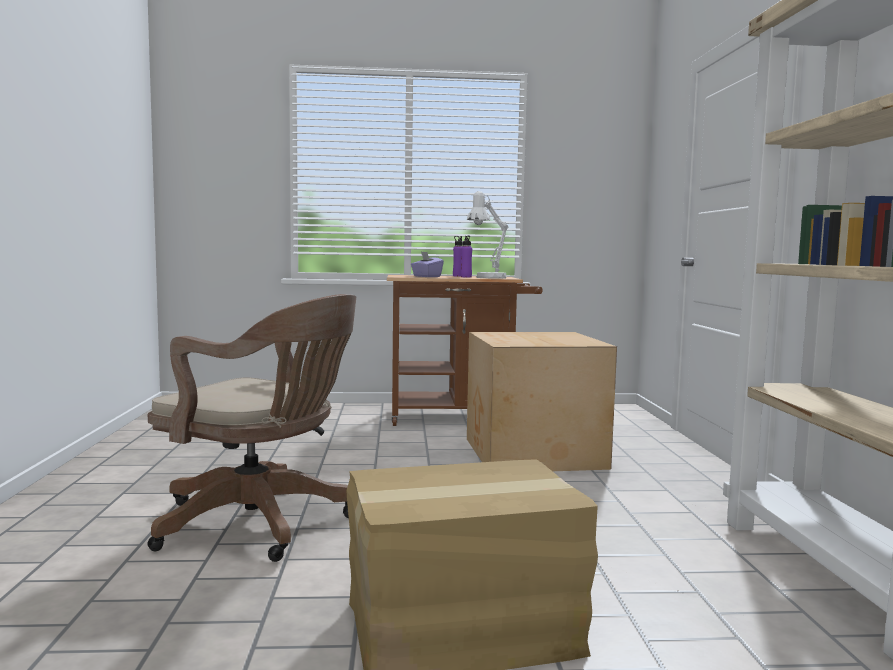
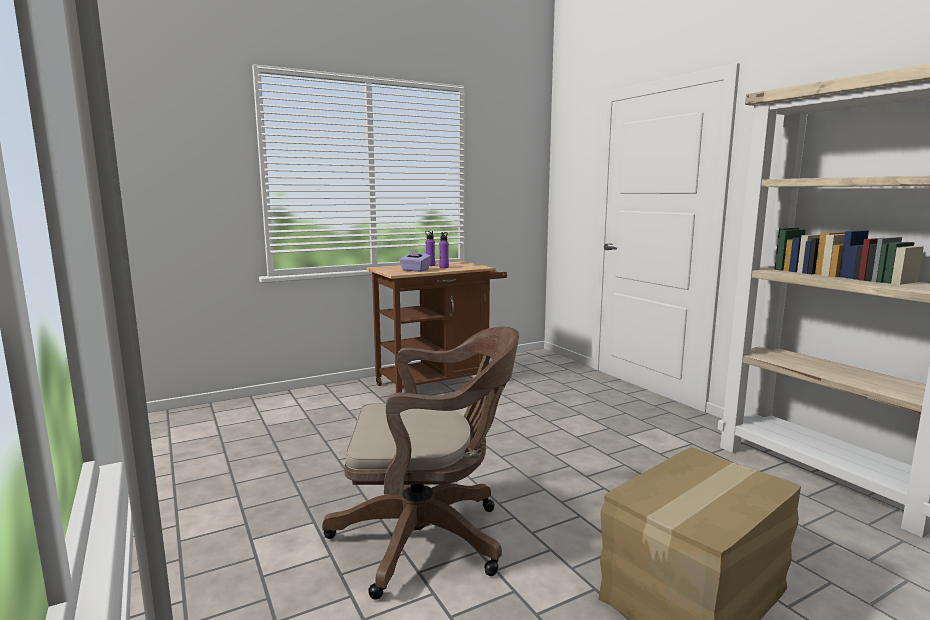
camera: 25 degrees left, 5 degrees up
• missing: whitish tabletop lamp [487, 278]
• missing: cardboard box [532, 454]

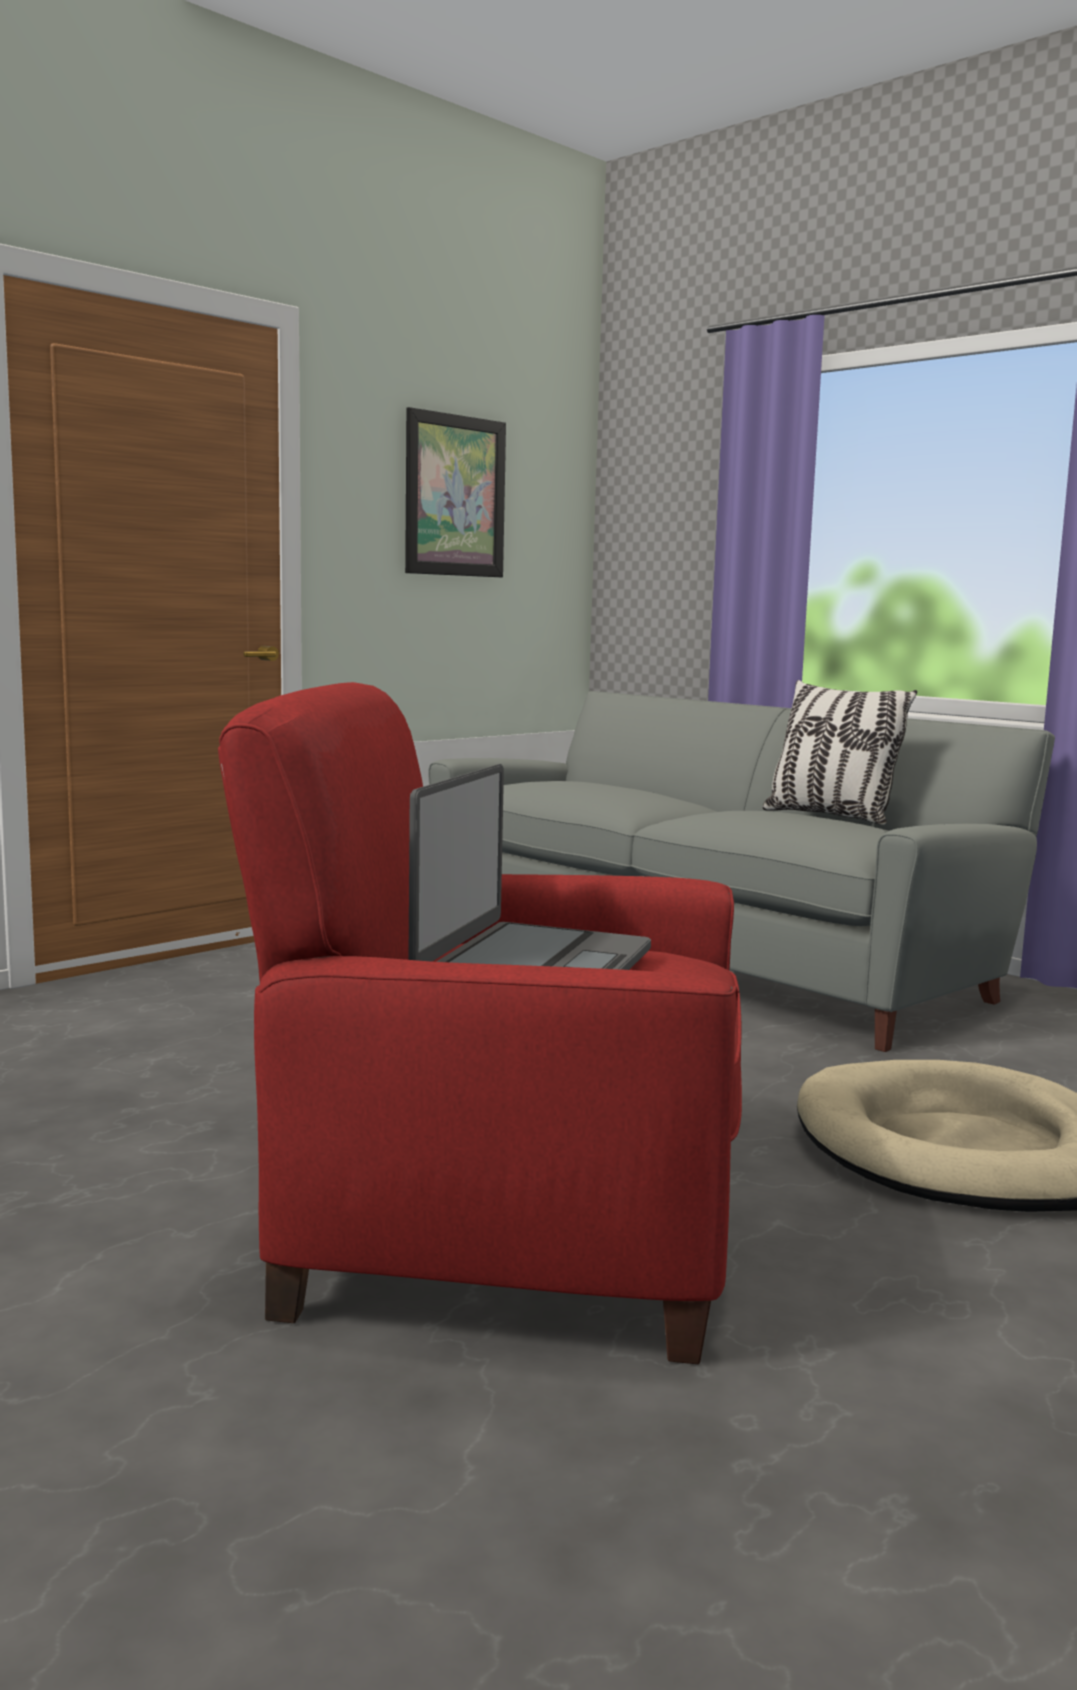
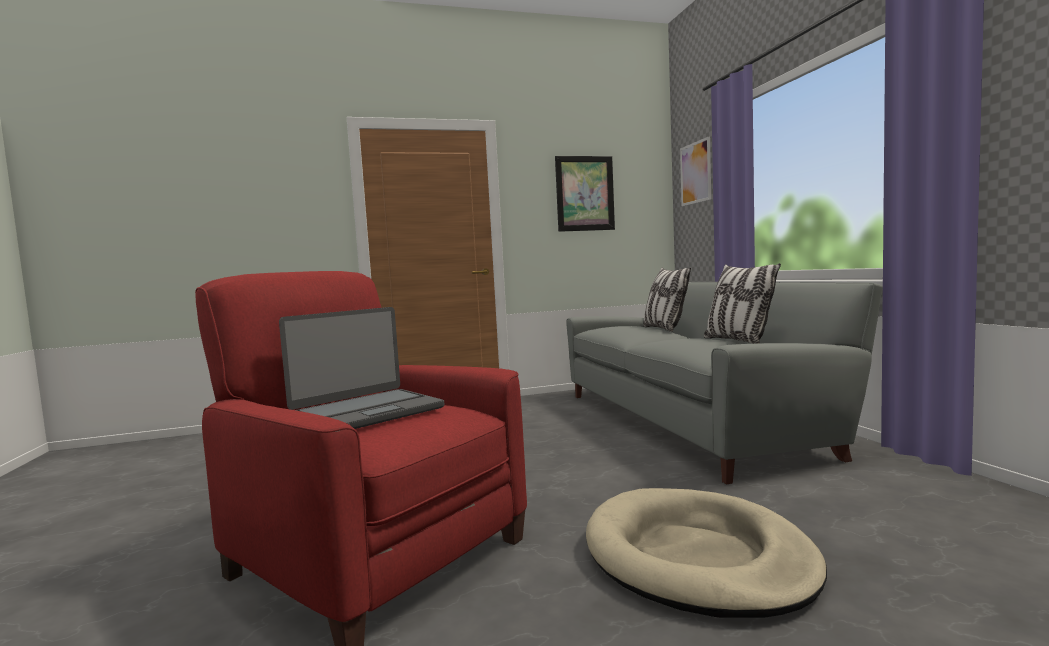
camera: 30 degrees right, 5 degrees down
• appeared: pillow [664, 329]
• appeared: wall picture [695, 173]

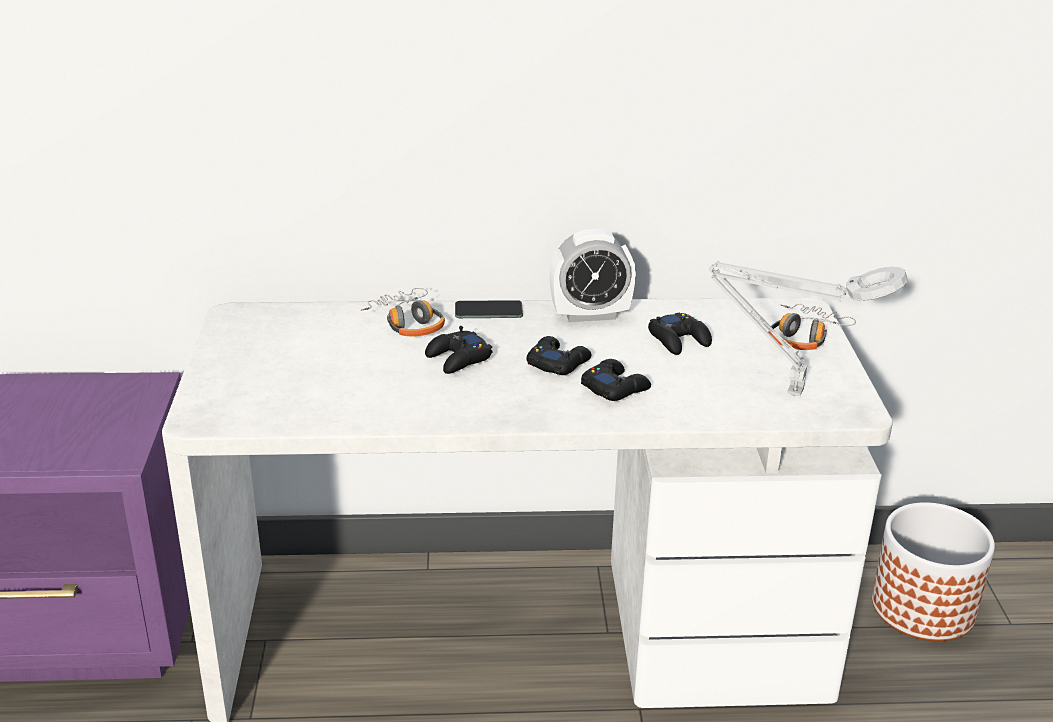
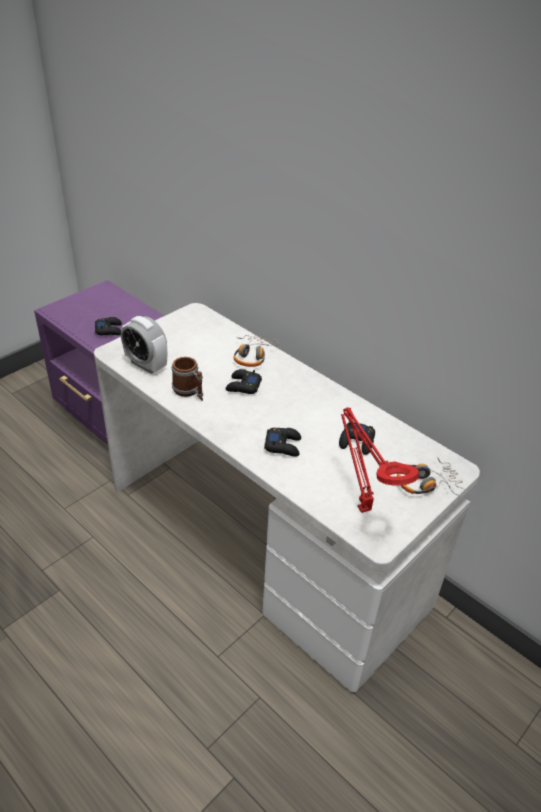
camera: 45 degrees right, 10 degrees up
• missing: telephone [488, 311]
• missing: flower pot [923, 607]
• appeared: mug [189, 392]
• relocated: black-coloured joypad [558, 363] to [109, 330]
• relocated: table clock [590, 315] to [146, 365]
• colour: grey tabletop lamp [788, 391] to red tabletop lamp [362, 506]

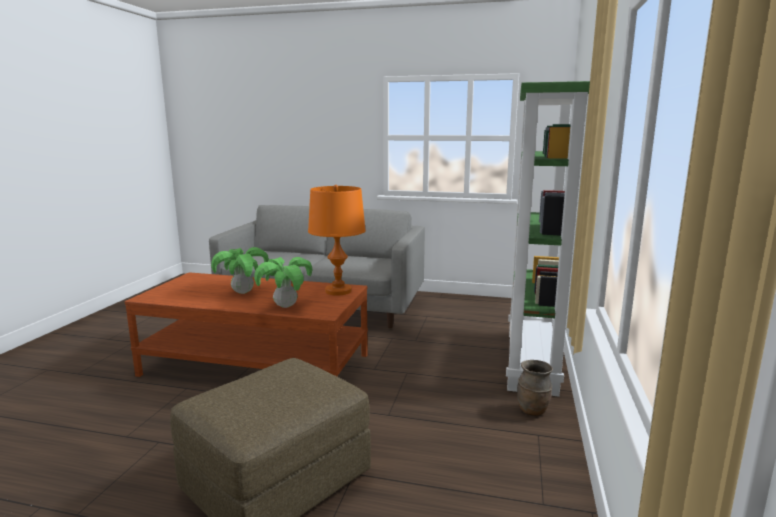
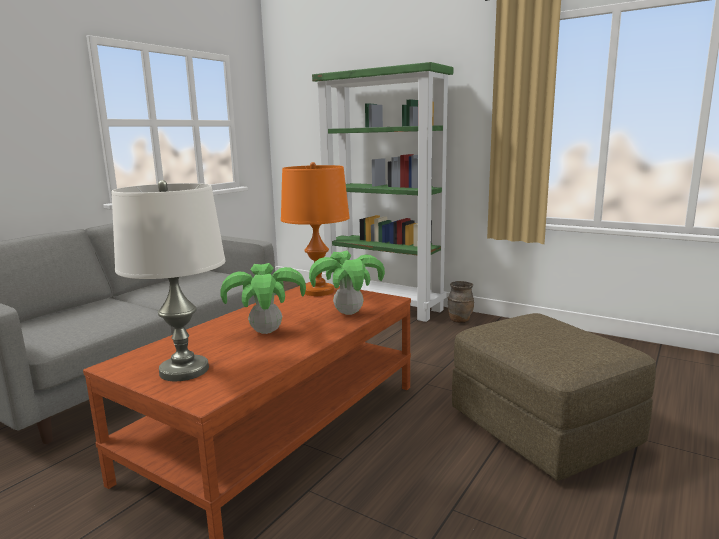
camera: 70 degrees left, 0 degrees up
• appeared: whitish tabletop lamp [184, 370]

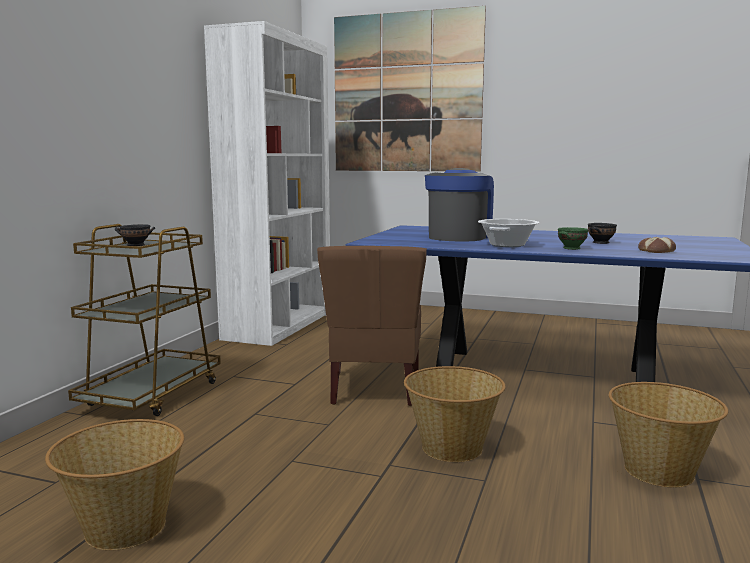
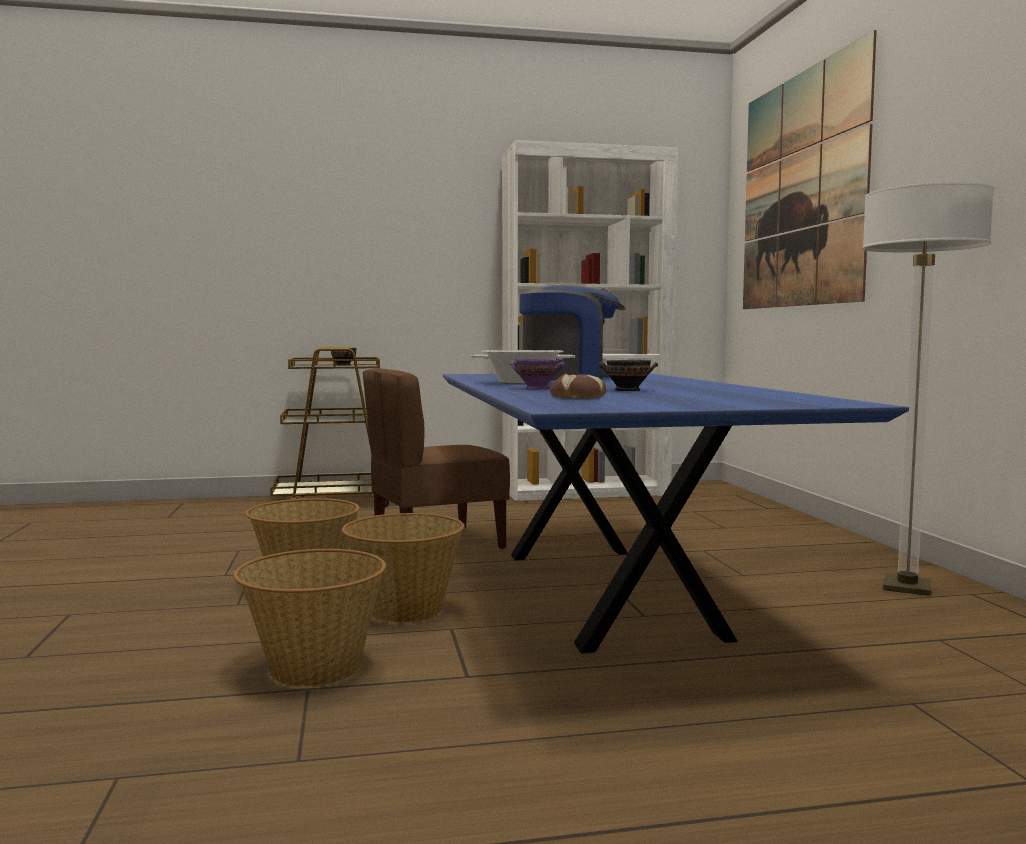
camera: 60 degrees right, 5 degrees down
• appeared: standard lamp [907, 587]
• relocated: household basket [124, 527] to [404, 610]
• colour: green deep dish [572, 248] to purplish deep dish [537, 388]

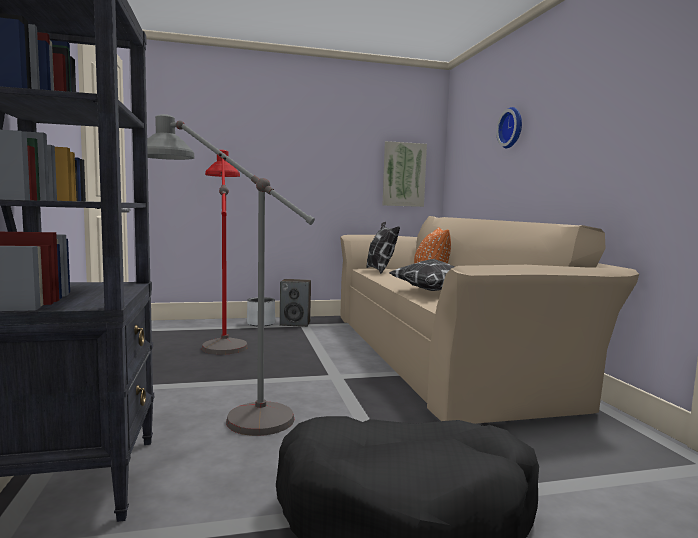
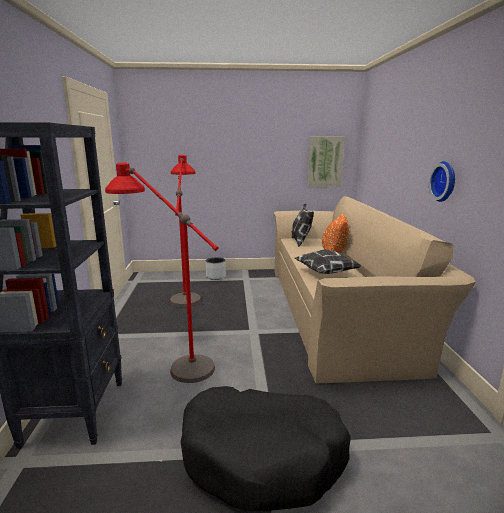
camera: 10 degrees right, 10 degrees up
• missing: speaker [295, 323]
• relocated: hanging clock [512, 128] to [445, 181]
• colour: grey standard lamp [222, 410] to red standard lamp [170, 359]

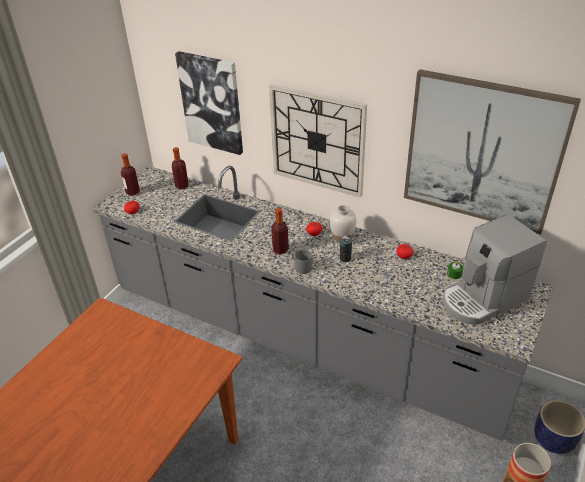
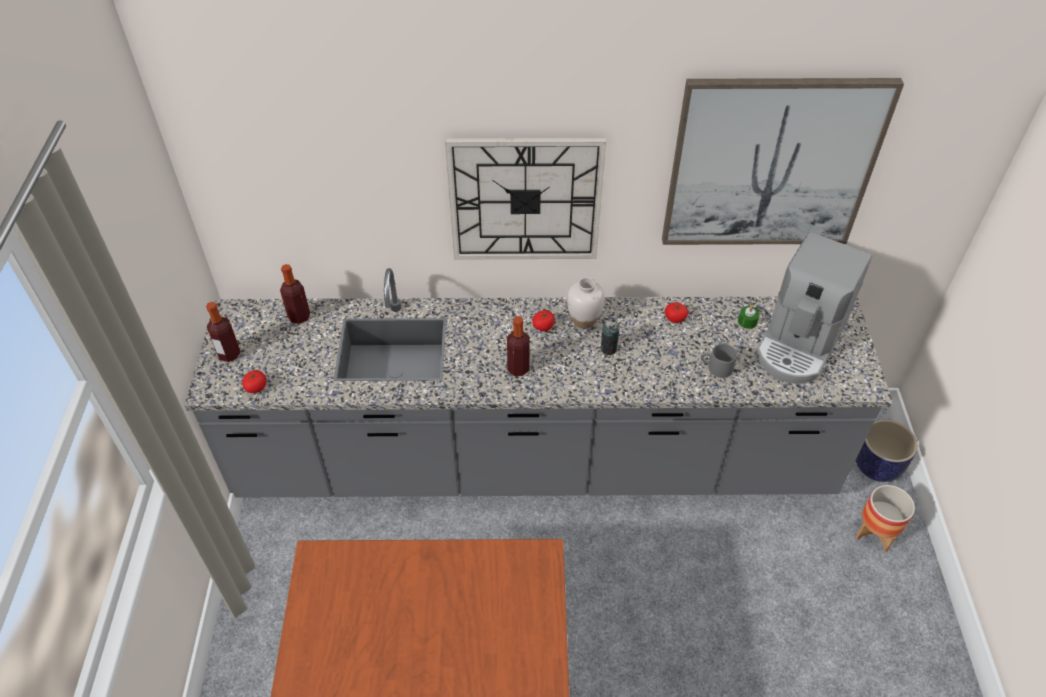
camera: 30 degrees left, 10 degrees up
• missing: wall picture [212, 103]
• relocated: grey mug [300, 267] to [716, 368]

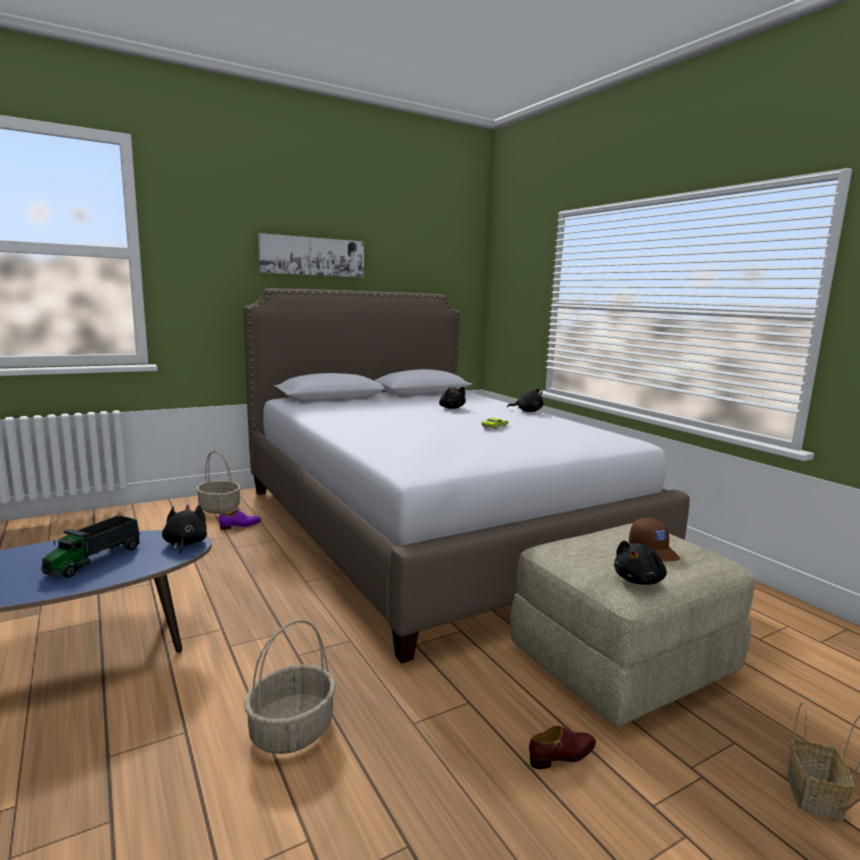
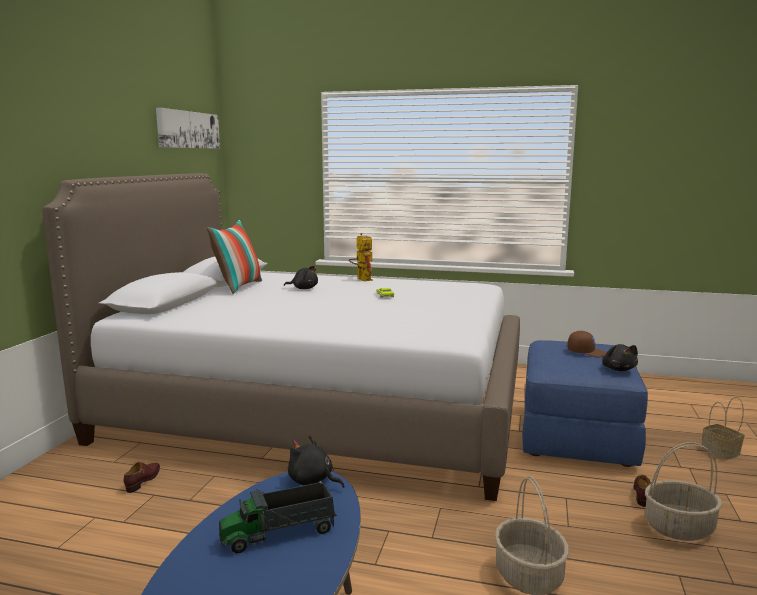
camera: 45 degrees left, 0 degrees up
• appeared: pillow [238, 287]
• relocated: household basket [220, 508] to [679, 527]
• relocated: wall picture [312, 256] to [188, 130]
• exchanged: black-coloured cuddly toy [527, 411] to robot figure [361, 279]
• colour: purplish shoe [240, 525] to brownish shoe [144, 480]
• colour: sand-coloured ottoman [622, 659] to blue-coloured ottoman [575, 435]
• spun: model truck [94, 560] = [279, 534] 90 degrees clockwise

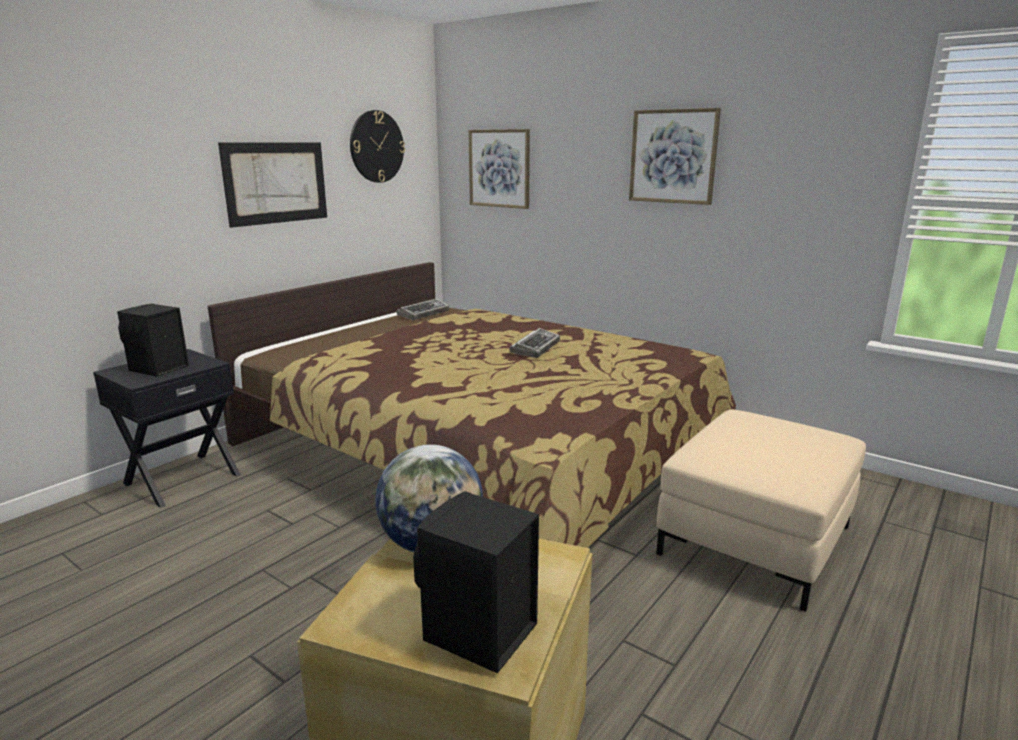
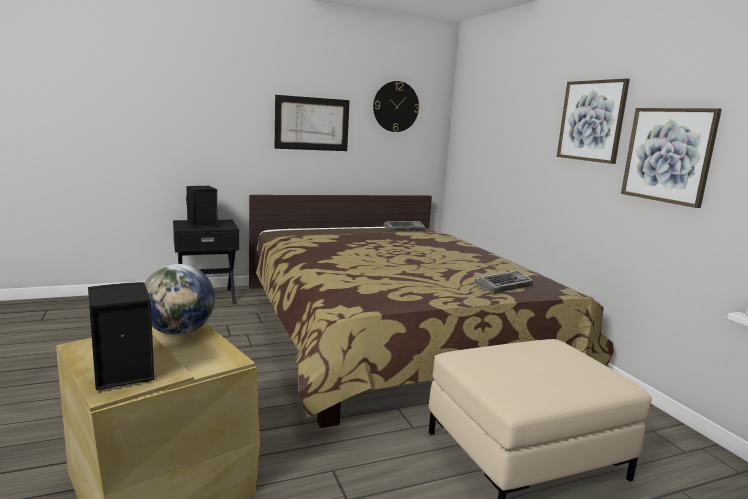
camera: 30 degrees right, 5 degrees down
• relocated: wall picture [499, 168] to [668, 155]
• relocated: computer keyboard [535, 348] to [504, 286]

